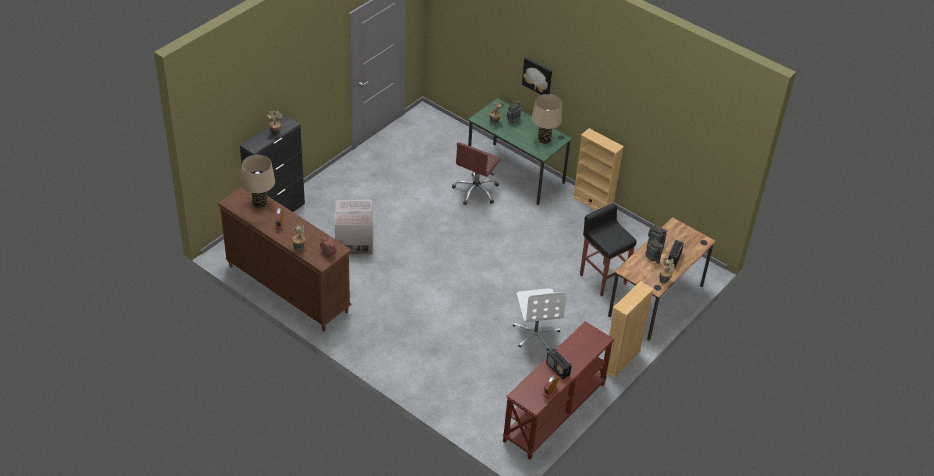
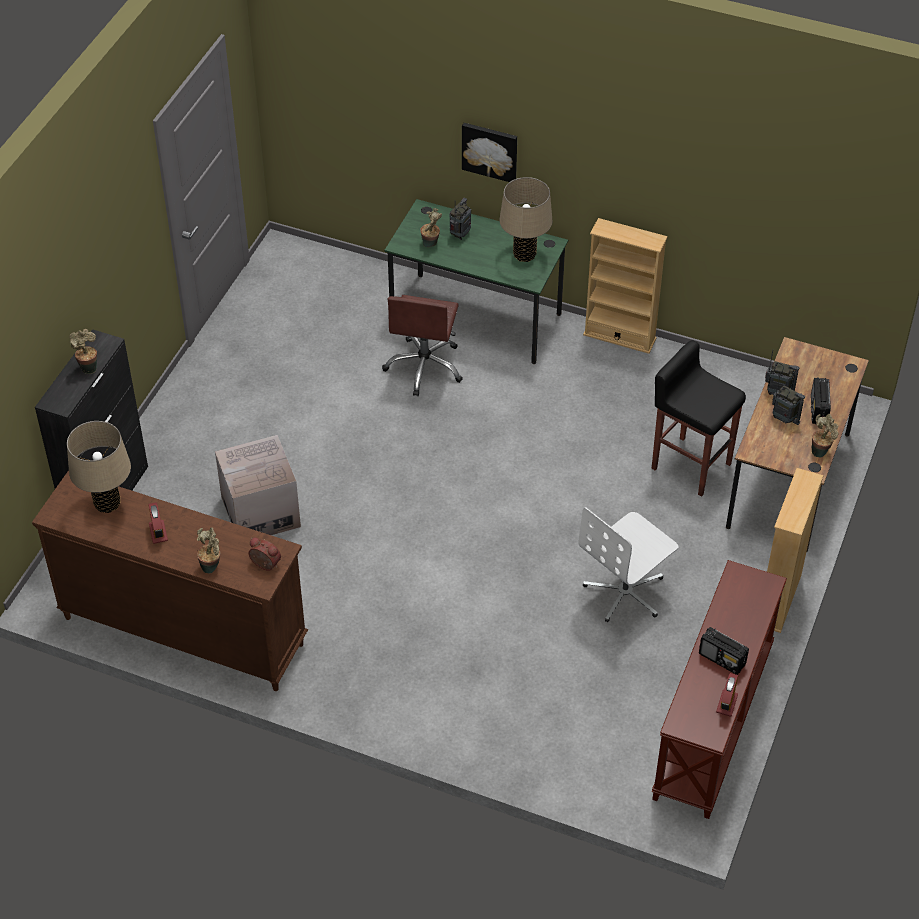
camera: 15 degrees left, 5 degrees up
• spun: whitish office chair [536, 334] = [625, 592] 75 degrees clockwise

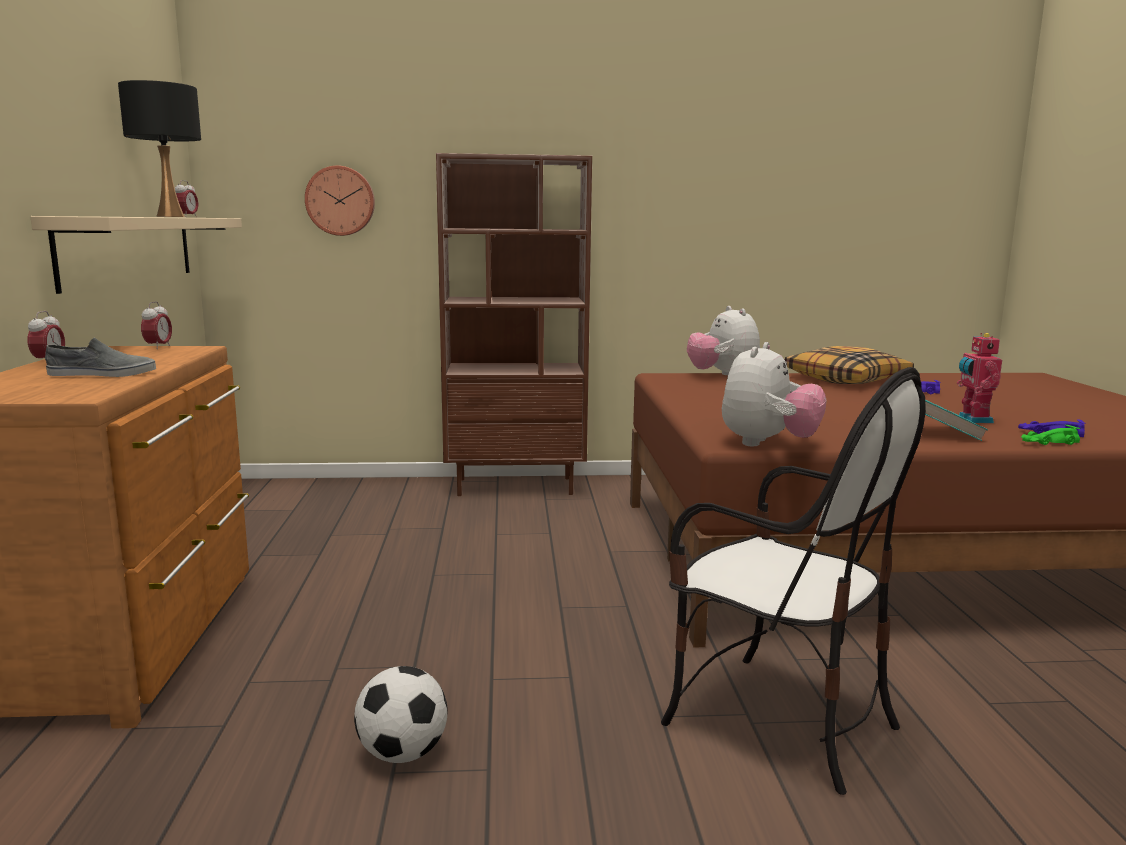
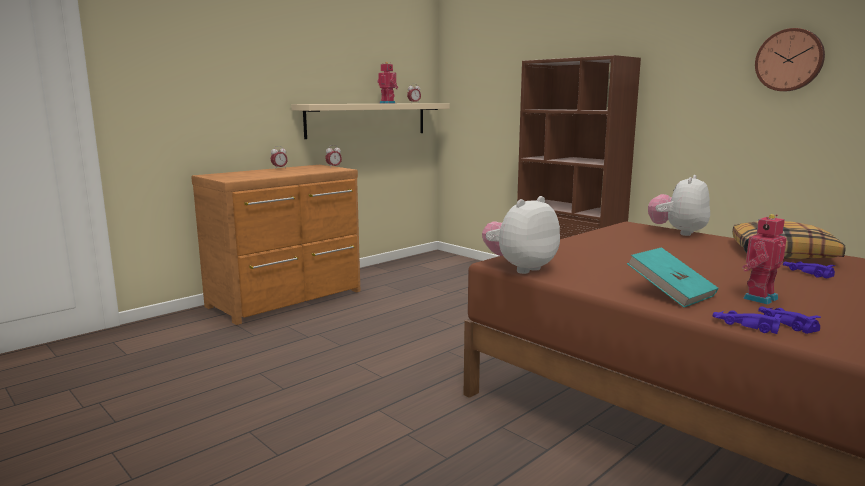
camera: 50 degrees right, 0 degrees up
• missing: grey shoe [102, 374]
• missing: ball for football [402, 753]
• missing: upright chair [778, 721]
• relocated: hanging clock [340, 201] to [789, 60]
• exchanged: black-coloured tabletop lamp [170, 216] to robot figure [388, 103]
• colour: green model car [1047, 443] to purplish model car [744, 326]
• spun: cuddly toy [768, 444] = [520, 268] 150 degrees clockwise

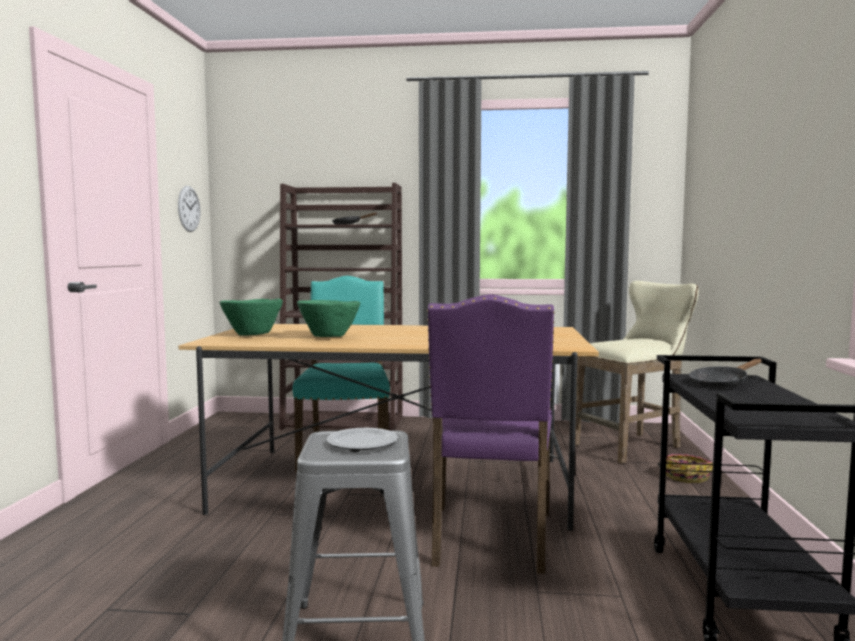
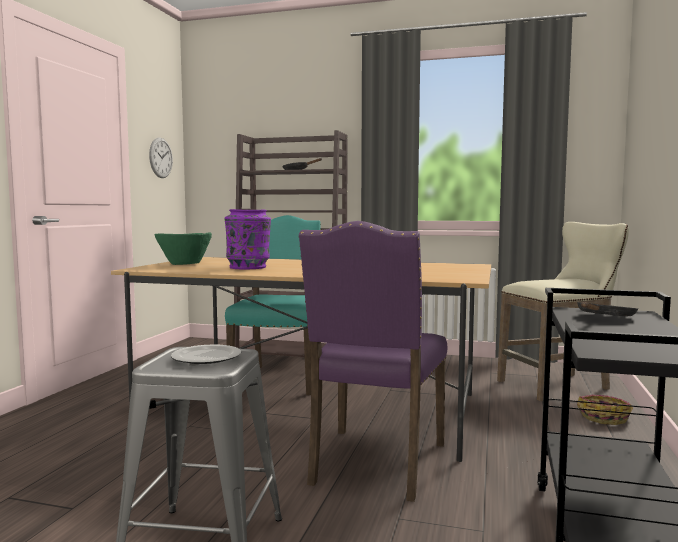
camera: 10 degrees right, 0 degrees up
• exchanged: green deep dish [329, 337] to purplish flower vase [248, 267]
• spun: black-coloured frying pan [721, 384] = [604, 317] 150 degrees clockwise

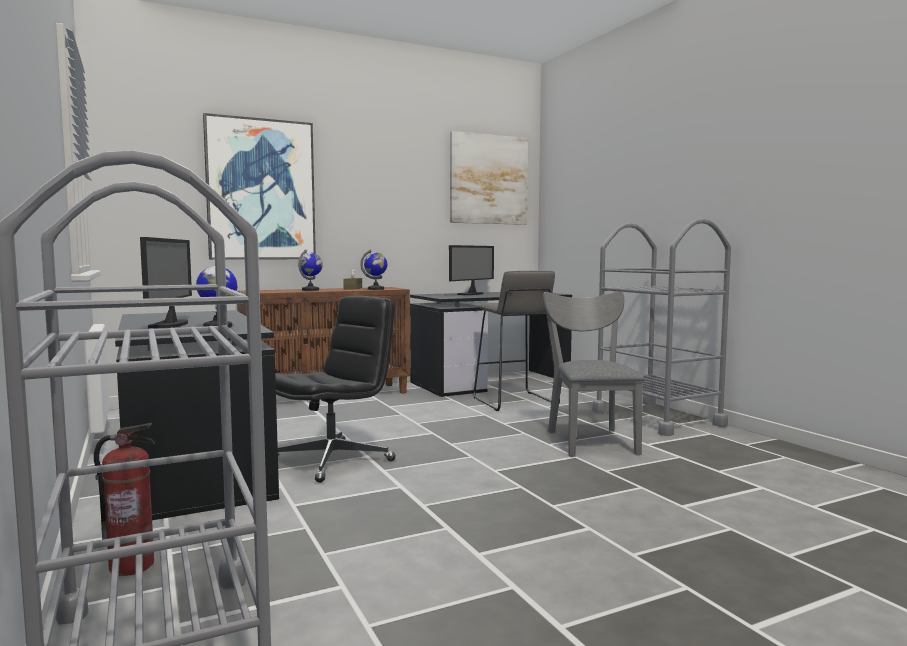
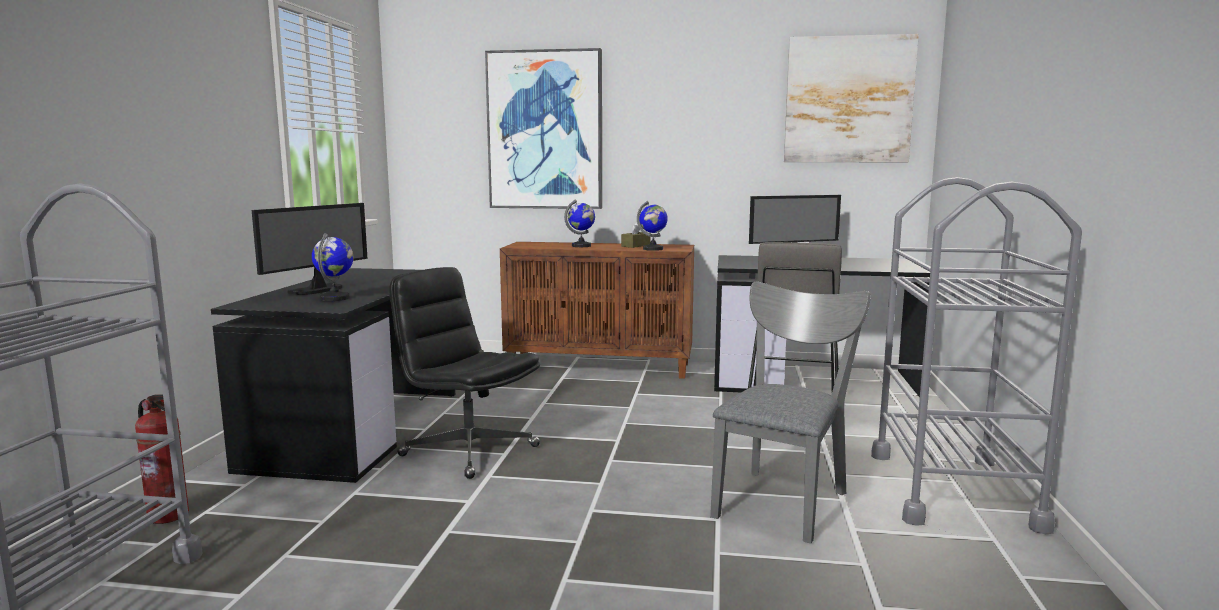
camera: 35 degrees right, 5 degrees up
• spun: black-coloured office chair [333, 460] = [468, 451] 135 degrees counterclockwise

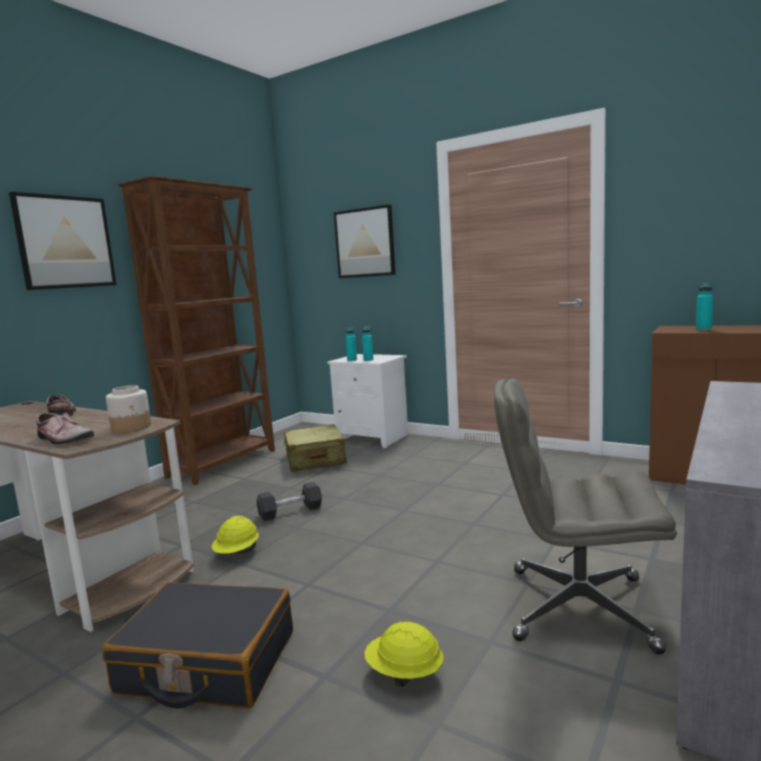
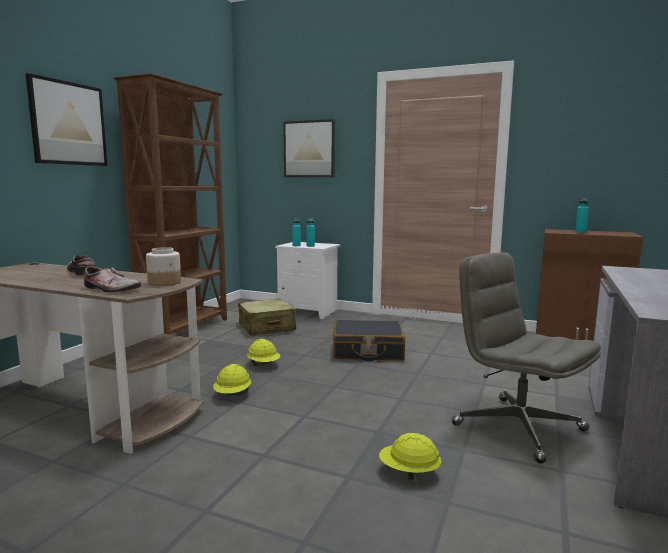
camera: 10 degrees left, 0 degrees up
• relocated: black-coloured suitcase [207, 663] to [367, 351]
• exchanged: grey hand weight [290, 511] to yellowish work helmet [264, 365]
• spun: grey office chair [577, 608] = [517, 427] 45 degrees clockwise

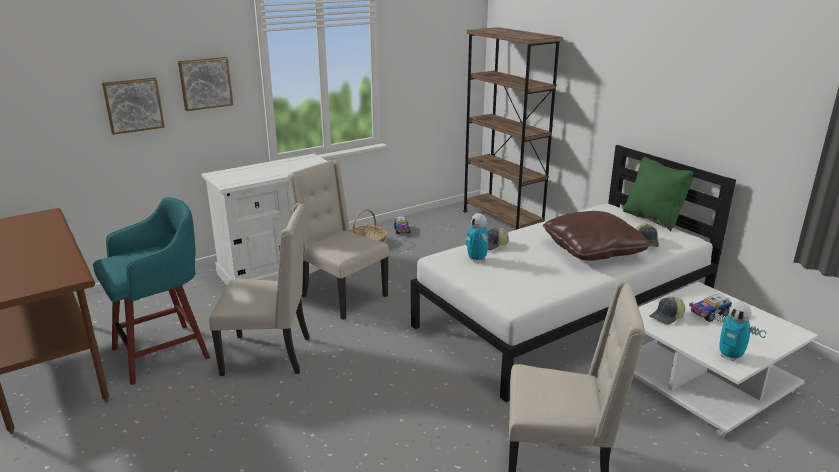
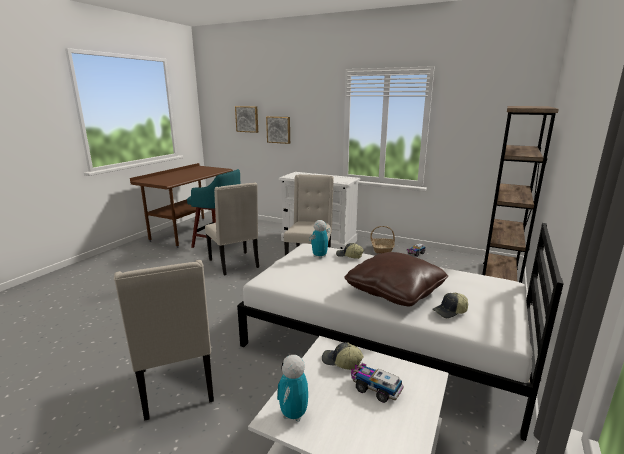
camera: 60 degrees right, 5 degrees down
• missing: green pillow [653, 219]
• relocated: wall picture [205, 83] to [247, 119]

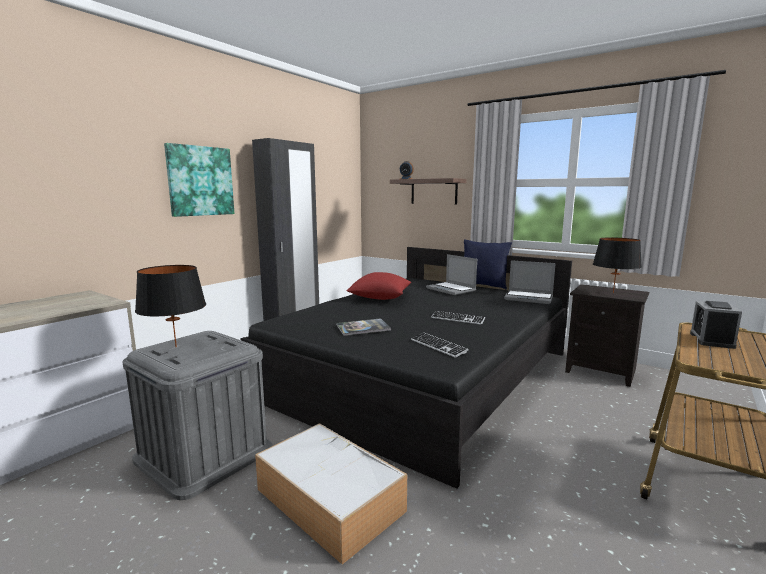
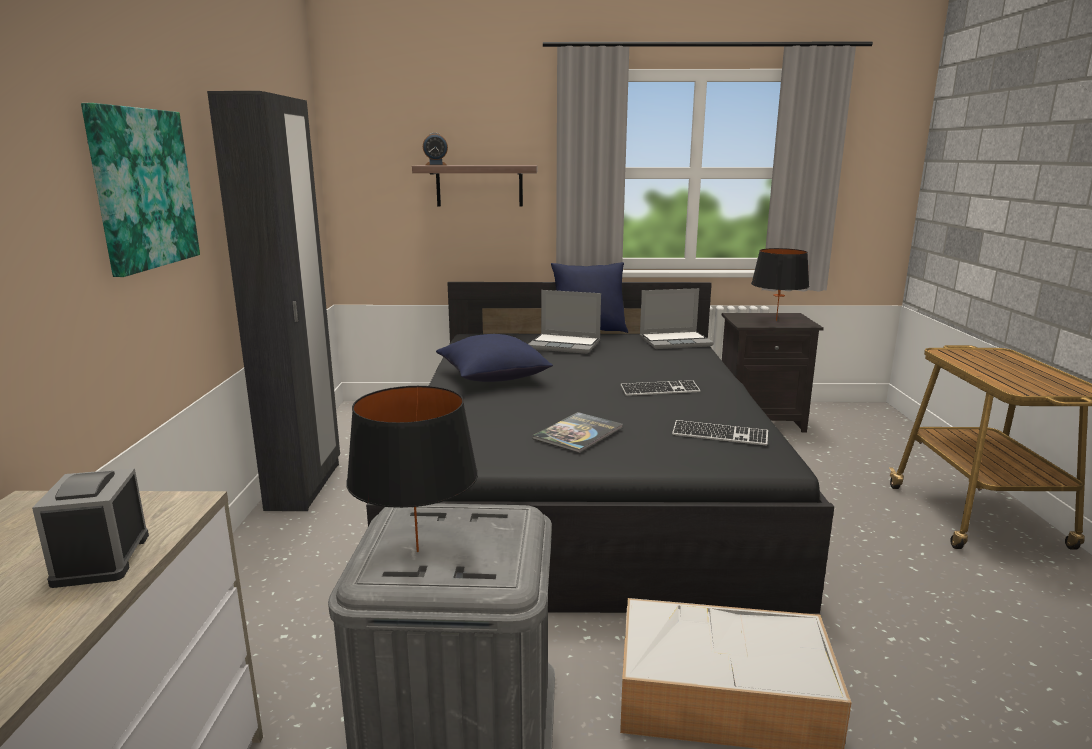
camera: 35 degrees left, 5 degrees up
• relocated: table clock [711, 340] to [102, 559]
• colour: red pillow [380, 298] to blue-coloured pillow [493, 378]

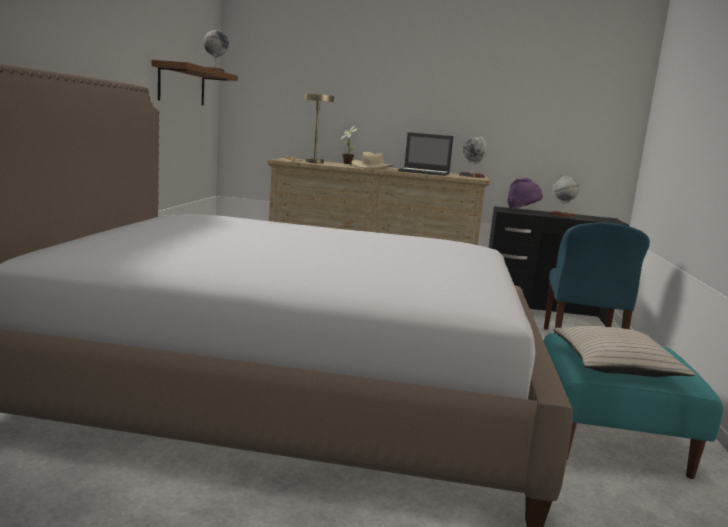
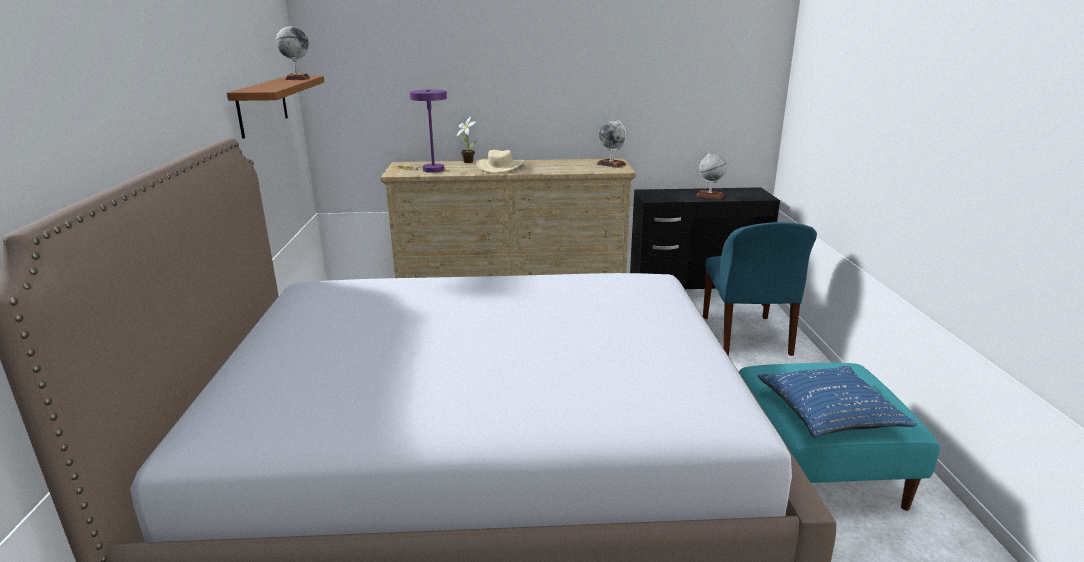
camera: 10 degrees left, 10 degrees up
• missing: laptop [425, 172]
• missing: purplish wearable hat [522, 210]
• colour: sand-coloured tabletop lamp [311, 162] to purplish tabletop lamp [429, 170]
• colour: sand-coloured pillow [615, 364] to blue-coloured pillow [829, 412]

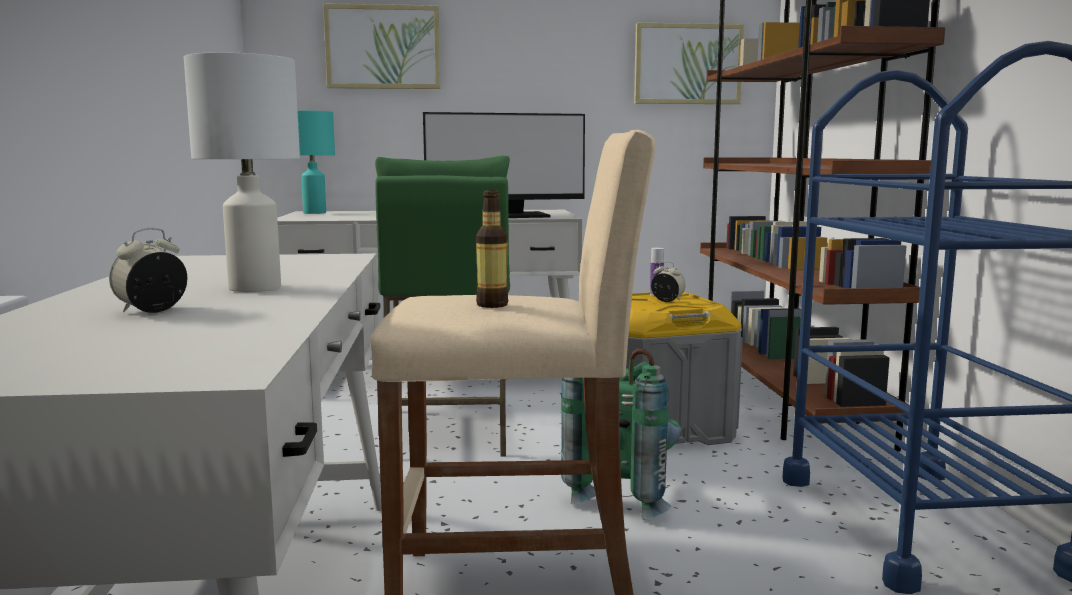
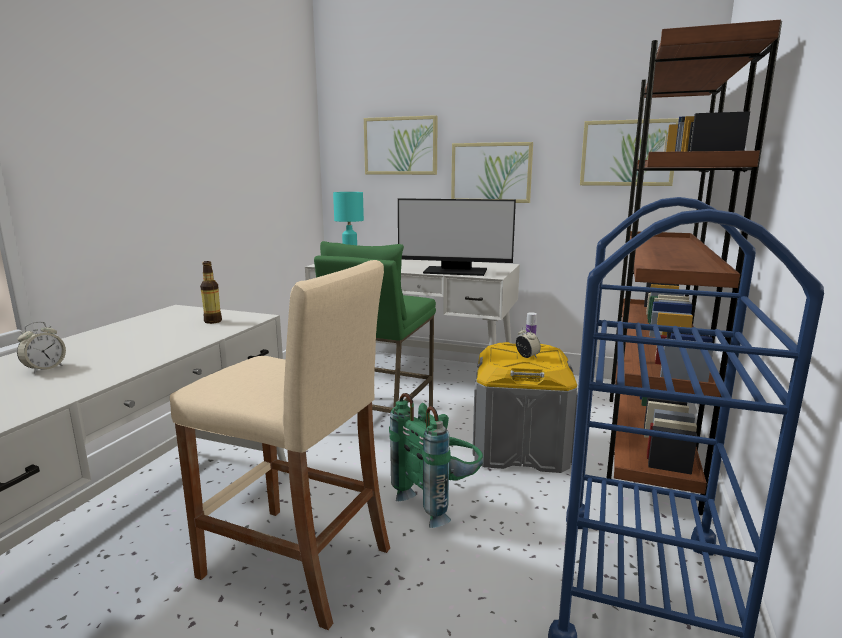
camera: 25 degrees right, 5 degrees up
• missing: whitish tabletop lamp [256, 288]
• appeared: wall picture [491, 172]
• relocated: beverage bottle [492, 305] to [213, 321]
• spun: table clock [152, 311] = [45, 369] 150 degrees clockwise

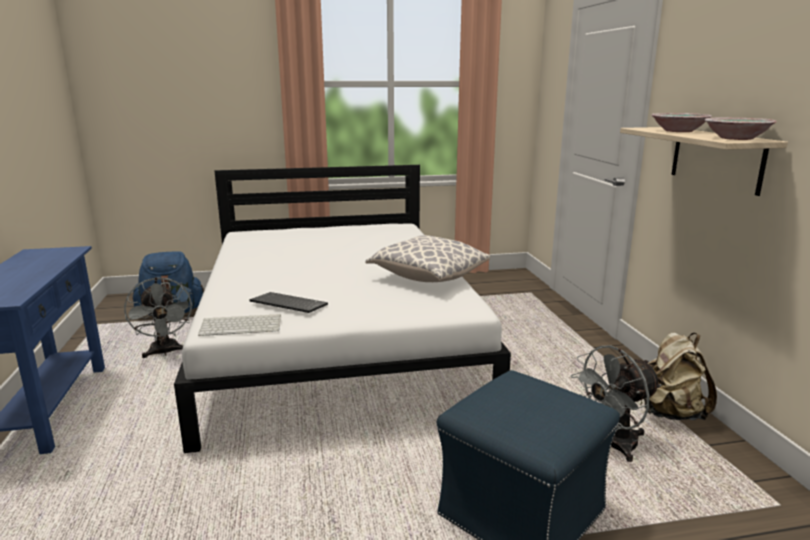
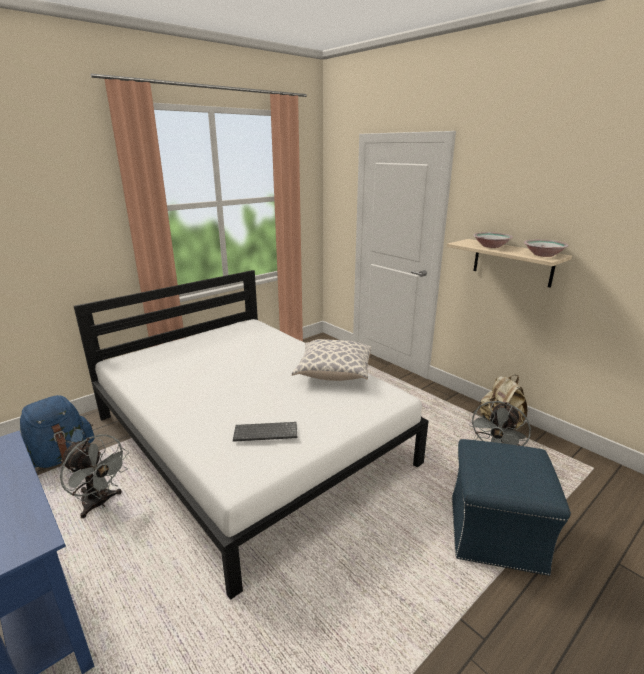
camera: 30 degrees left, 5 degrees up
• missing: computer keyboard [242, 325]

